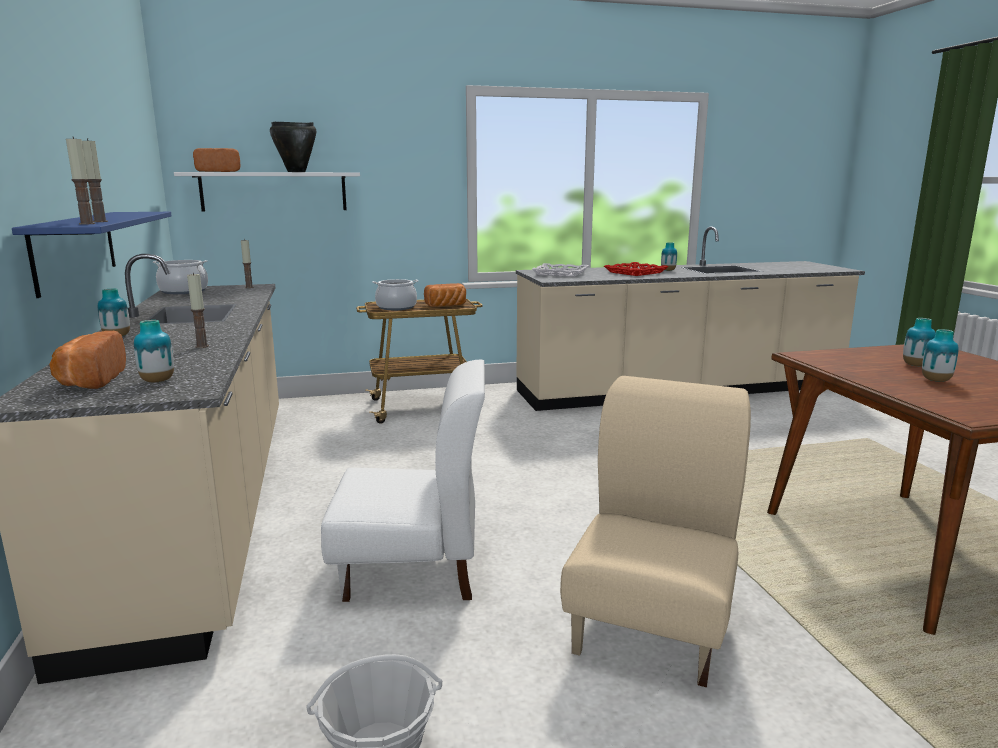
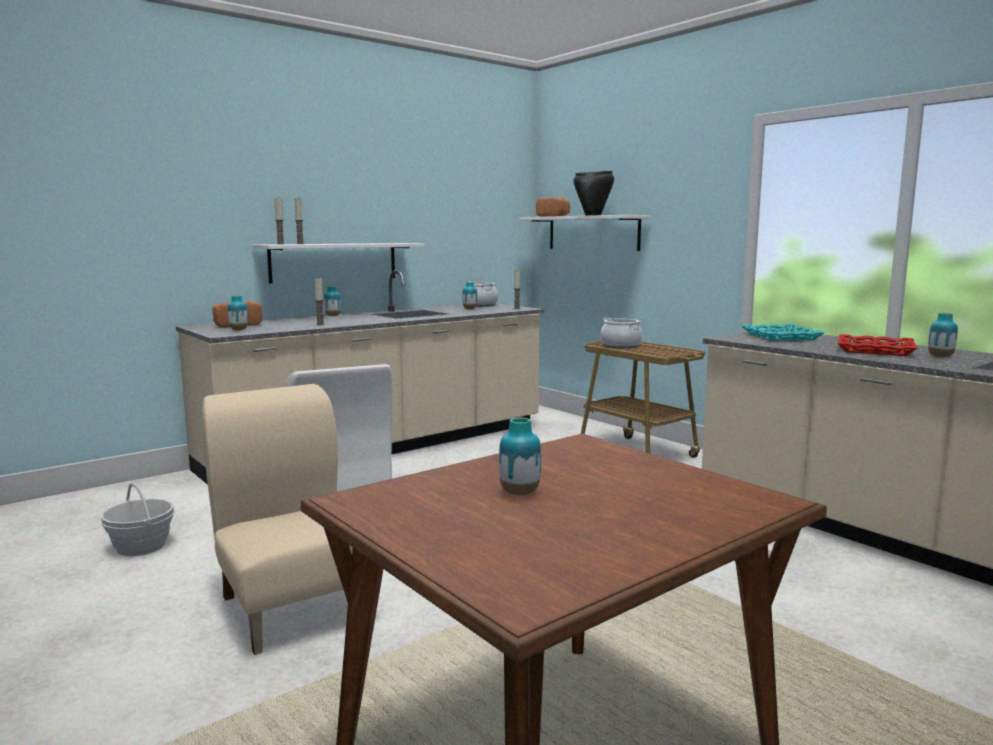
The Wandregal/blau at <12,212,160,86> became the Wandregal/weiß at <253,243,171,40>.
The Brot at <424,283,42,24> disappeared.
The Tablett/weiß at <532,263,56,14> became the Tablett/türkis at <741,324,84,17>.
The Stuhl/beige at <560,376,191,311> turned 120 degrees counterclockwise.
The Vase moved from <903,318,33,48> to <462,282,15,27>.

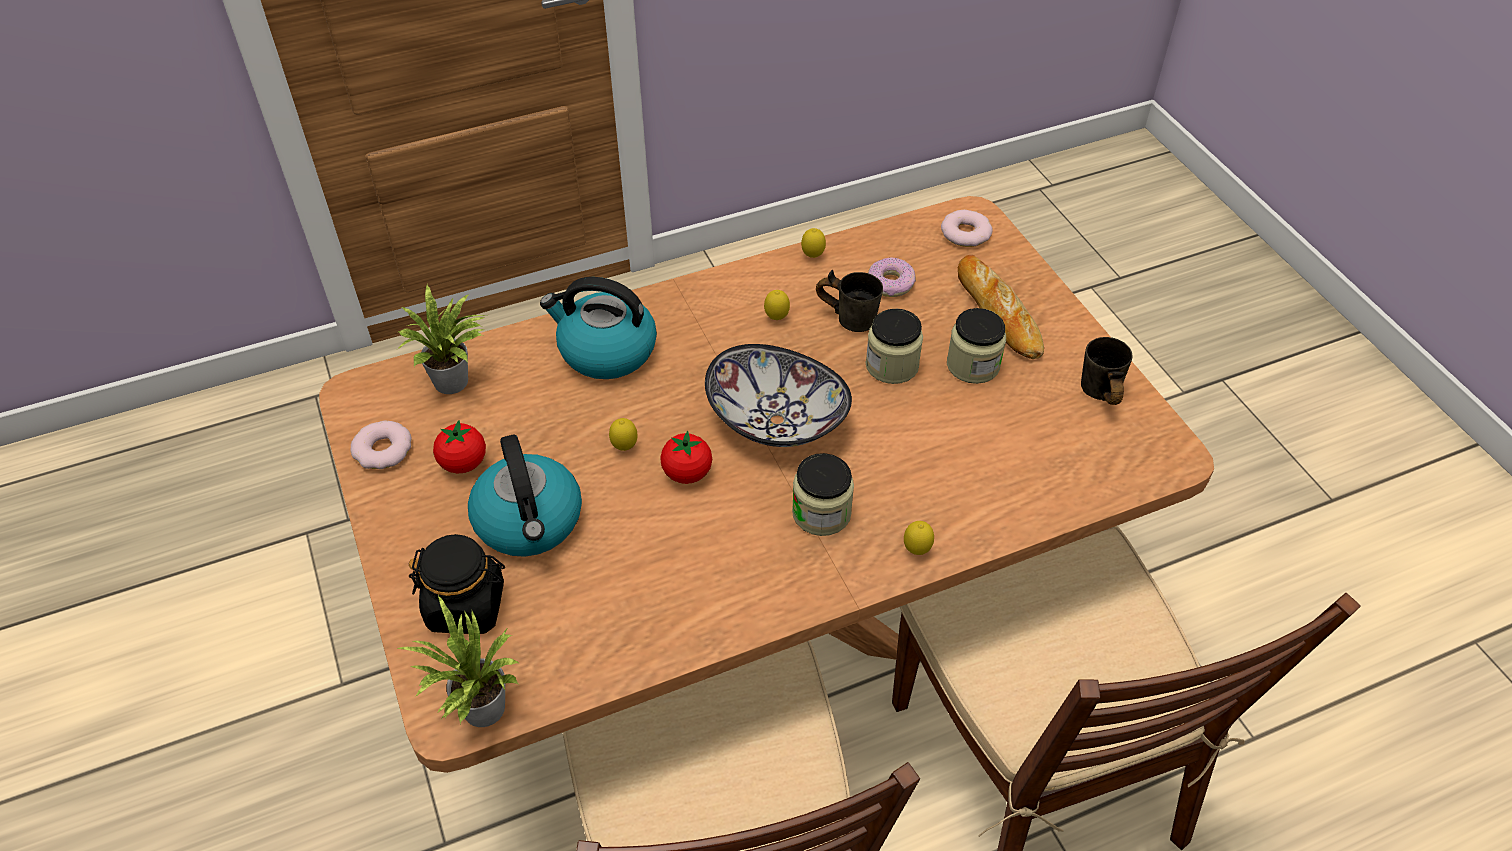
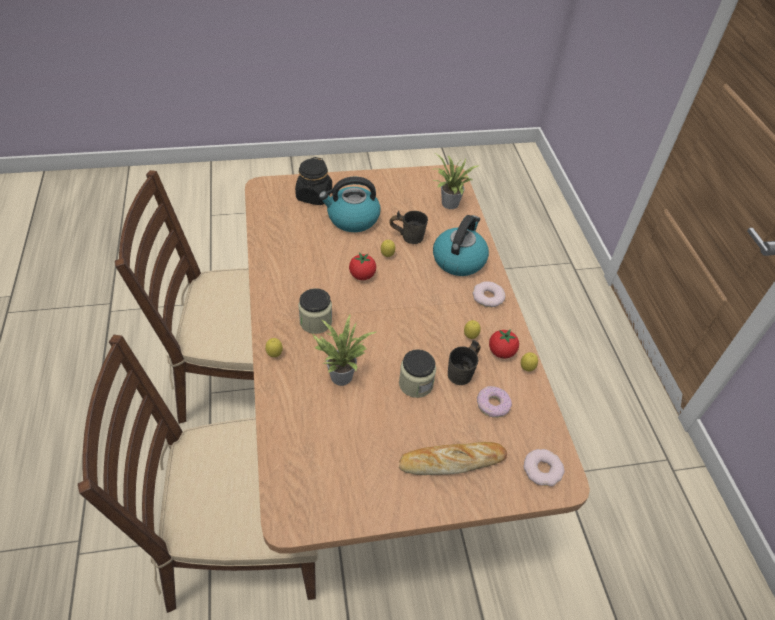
The Donut moved from <350,421,62,48> to <472,281,34,26>.
The Topfpflanze moved from <398,596,122,131> to <312,315,64,71>.
The Tomate moved from <433,420,53,54> to <489,329,30,30>.
The Schüssel at <705,344,147,103> disappeared.
The Vorratsglas at <947,308,59,76> disappeared.
The Henkelbecher/grau moved from <1081,337,51,68> to <389,211,39,33>.

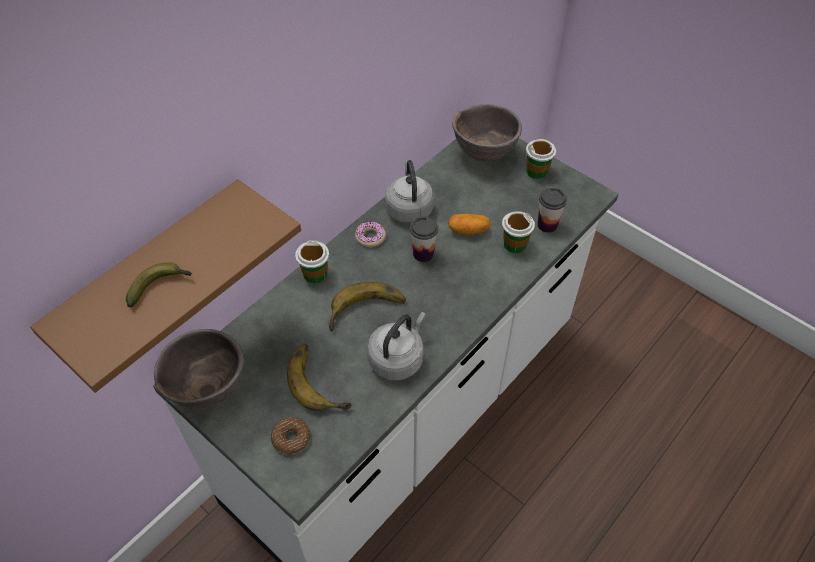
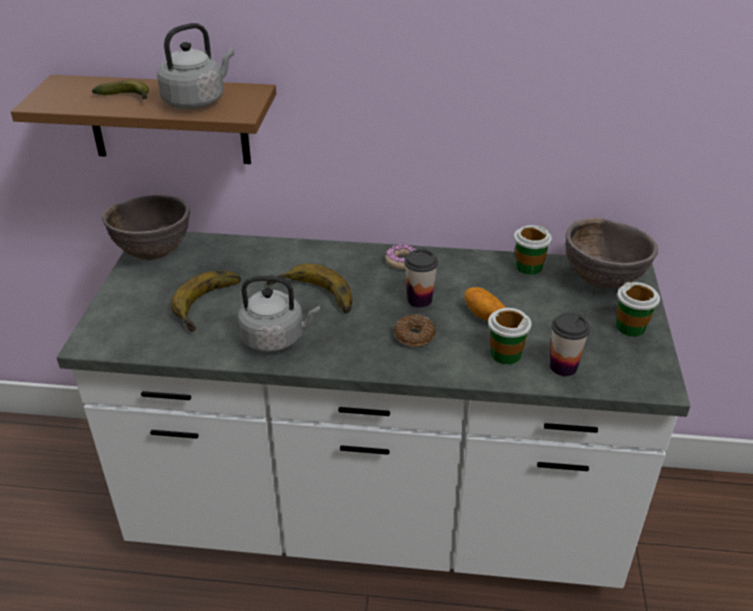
The Donut moved from <271,417,39,38> to <393,314,43,33>.
The Tasse moved from <295,240,34,44> to <514,225,38,50>.
The Wasserkessel/grau moved from <385,160,49,63> to <157,23,77,86>.

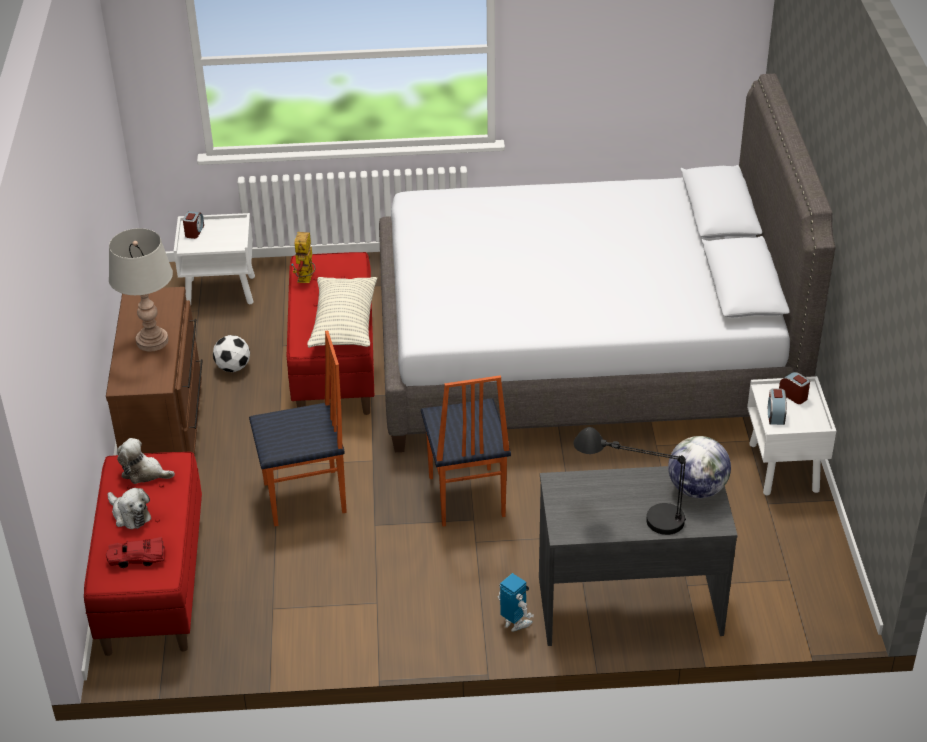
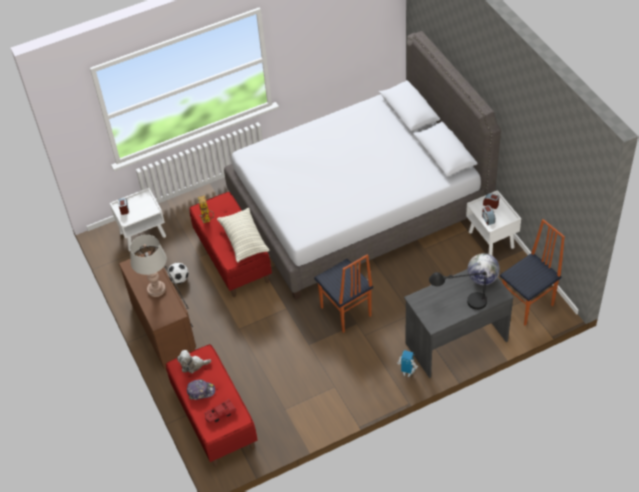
The Plüschtier at <108,488,43,41> was replaced by the Kappe at <187,379,28,21>.
The Stuhl moved from <249,330,98,196> to <500,219,65,107>.

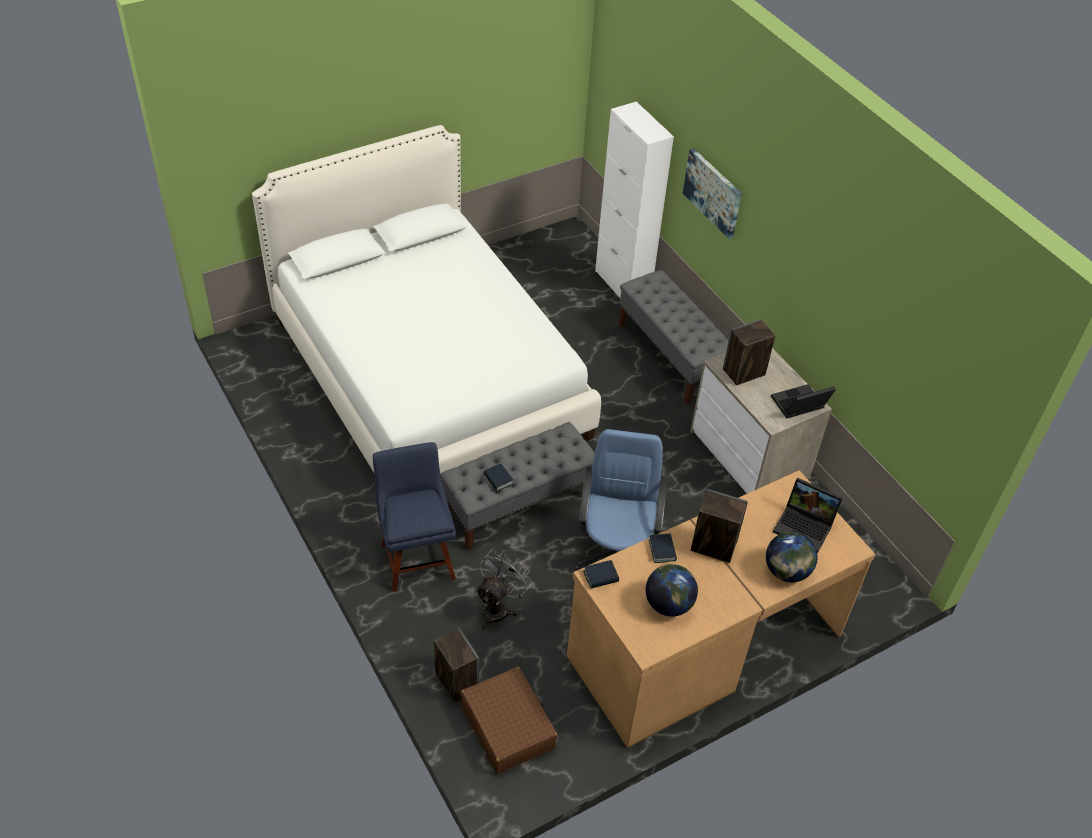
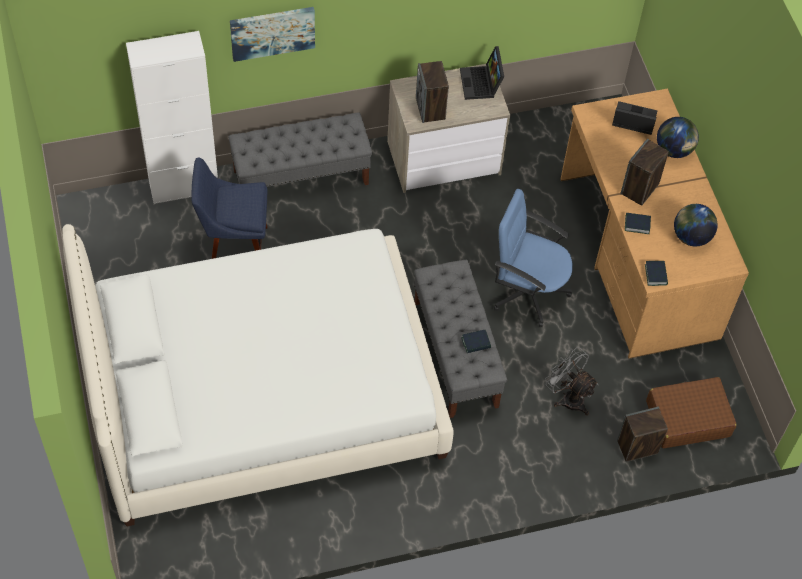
The Stuhl/blau moved from <373,442,83,150> to <191,157,76,102>.
The Laptop at <773,478,70,75> turned 120 degrees counterclockwise.

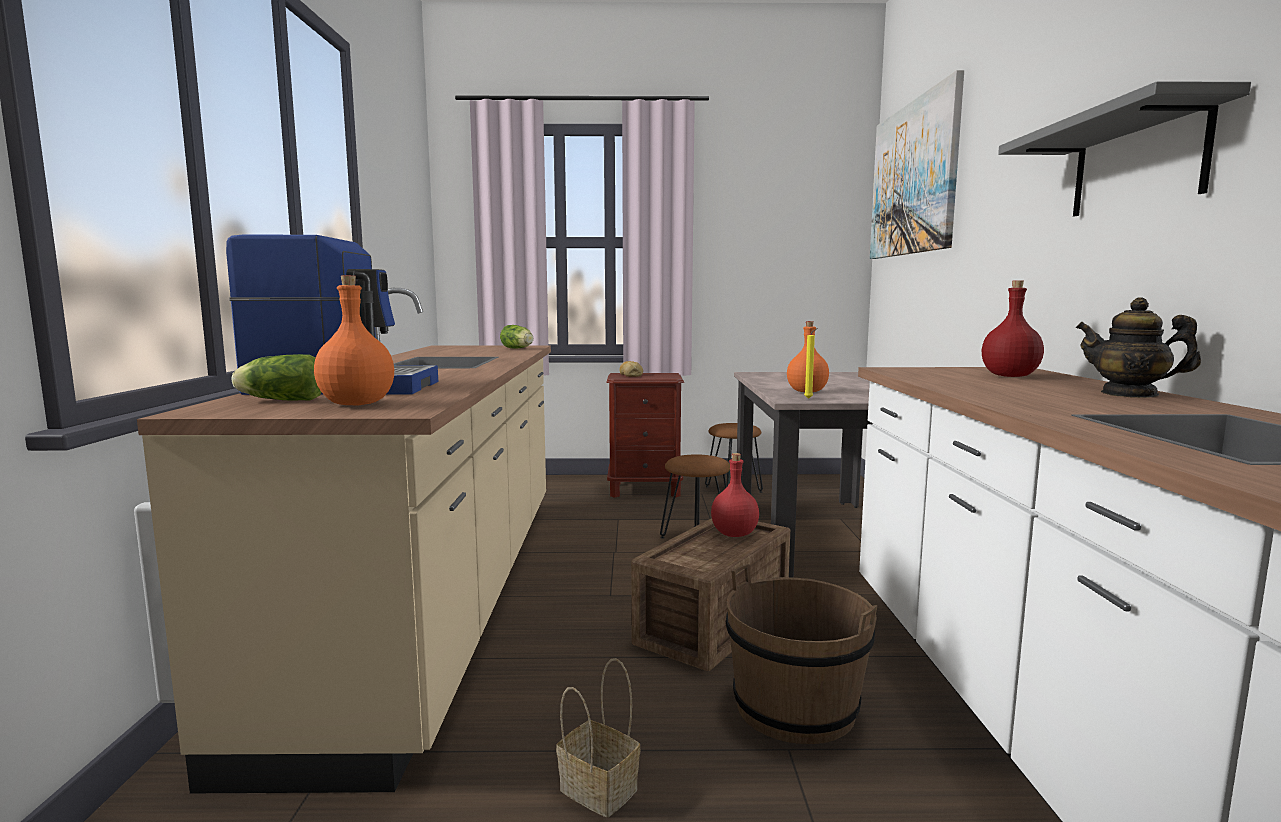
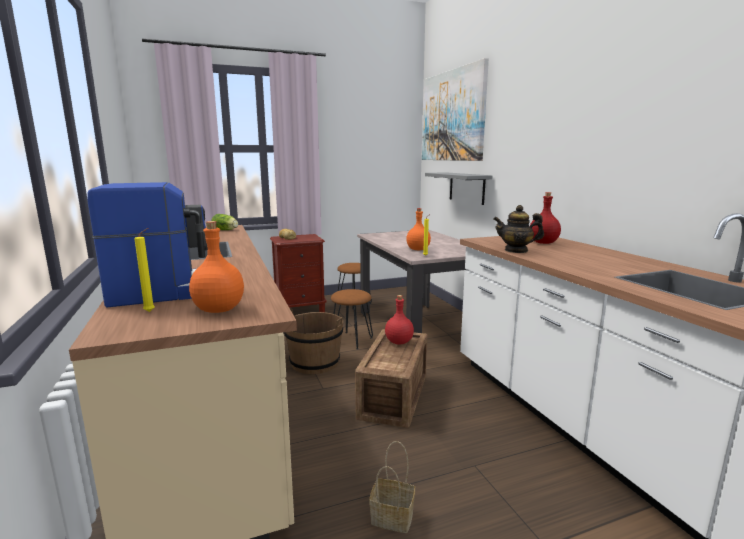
The Salatkopf at <232,354,89,47> was replaced by the Kerze/gelb at <134,228,21,84>.
The Eimer/braun moved from <726,564,152,180> to <284,309,59,65>.
The Wandregal/grau moved from <998,82,253,134> to <425,172,67,33>.
The Teekanne moved from <1076,297,125,101> to <493,205,51,48>.

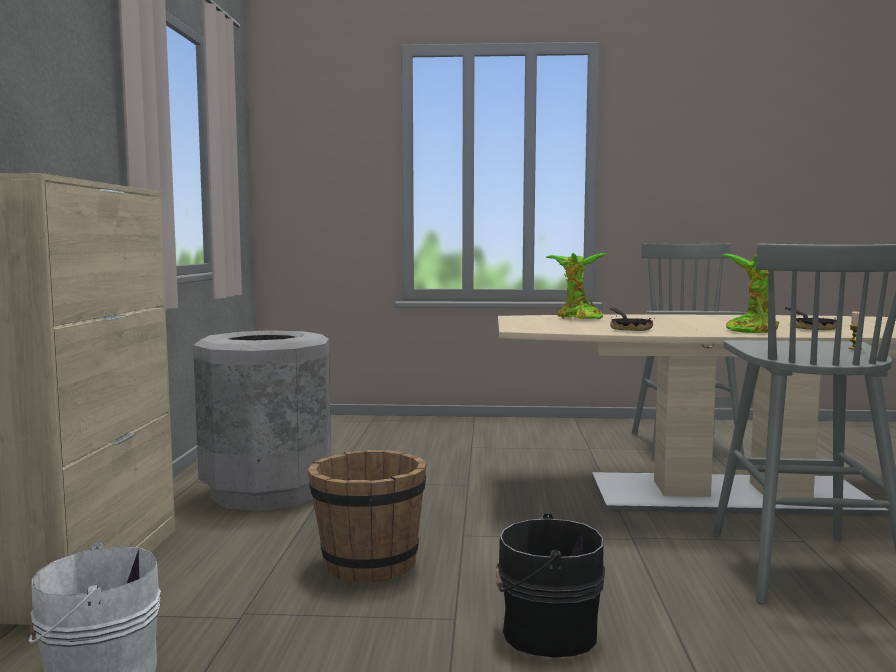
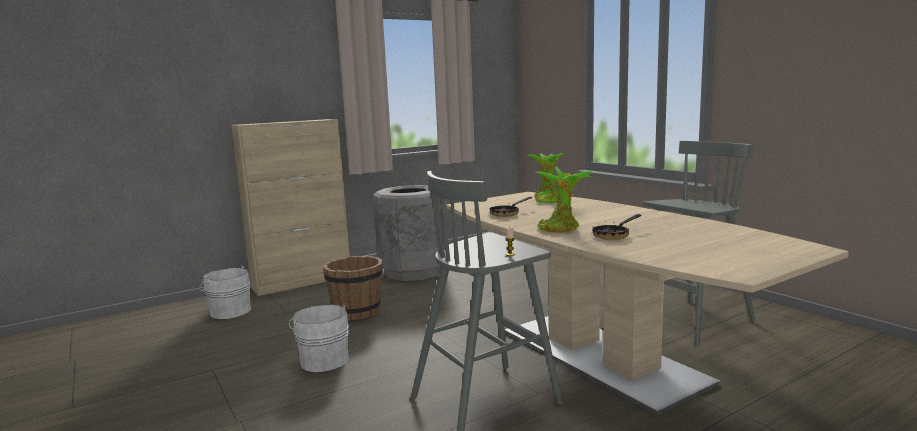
The Eimer/schwarz at <496,513,109,144> became the Eimer/weiß at <289,304,60,68>.

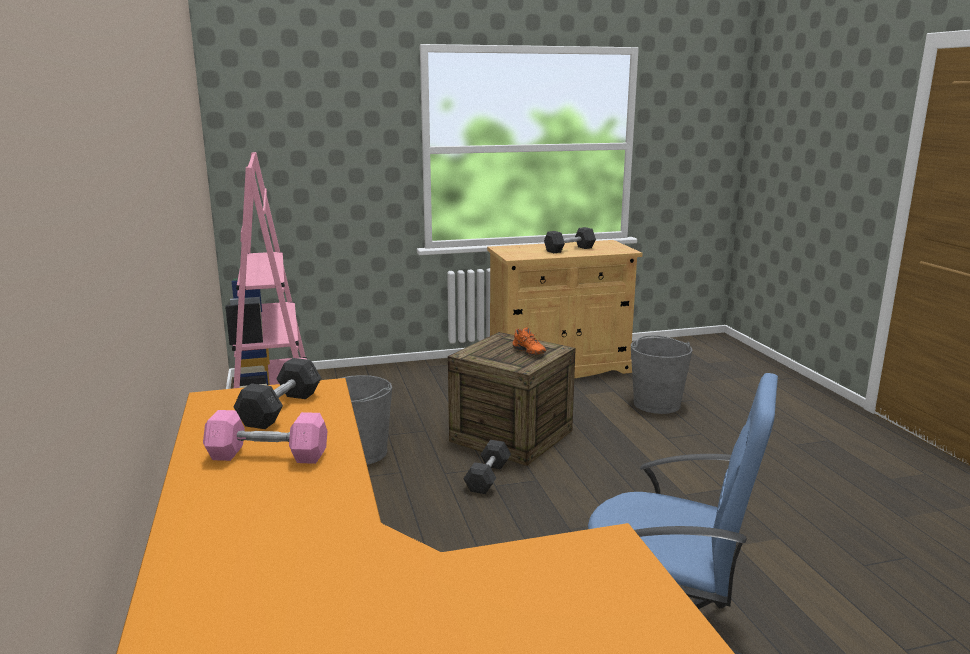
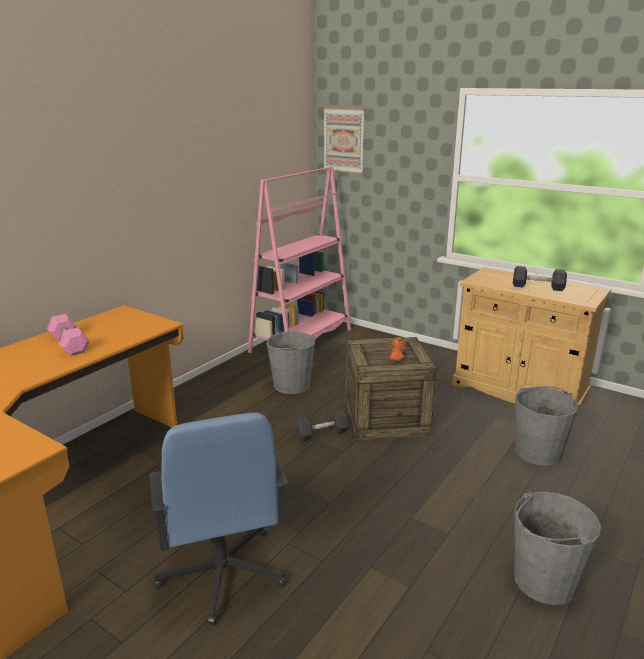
The Hantel/grau at <234,358,87,71> disappeared.
The Bild at <323,108,42,66> appeared.
The Eimer/grau at <514,491,87,114> appeared.

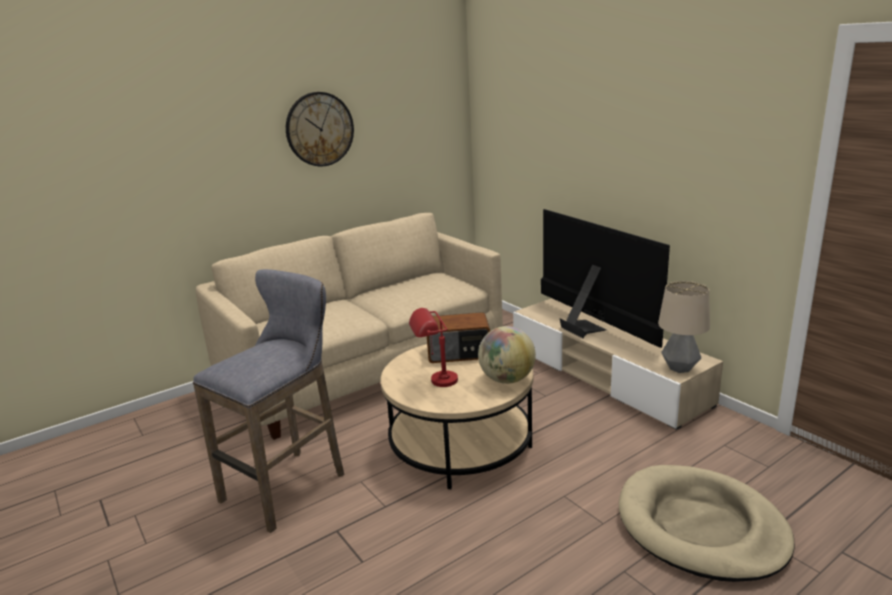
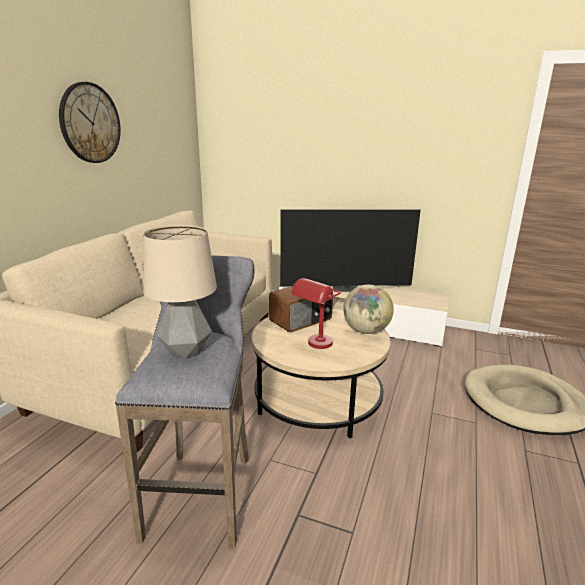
The Fernseher at <541,209,129,139> turned 150 degrees clockwise.
The Tischlampe moved from <658,281,52,92> to <143,225,74,134>.

